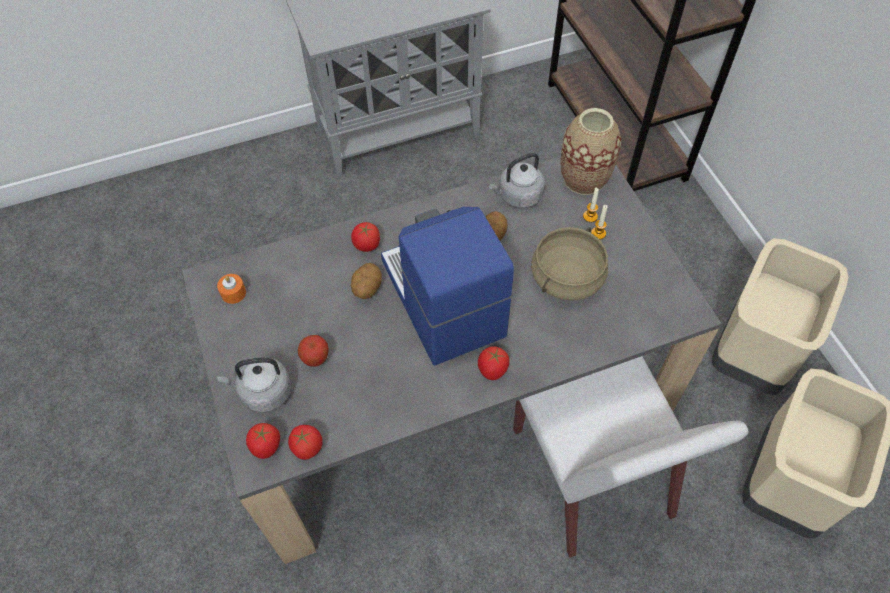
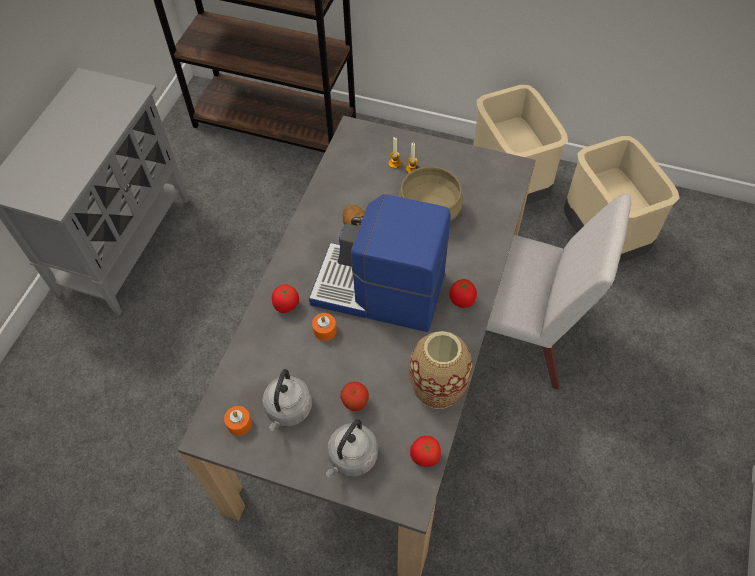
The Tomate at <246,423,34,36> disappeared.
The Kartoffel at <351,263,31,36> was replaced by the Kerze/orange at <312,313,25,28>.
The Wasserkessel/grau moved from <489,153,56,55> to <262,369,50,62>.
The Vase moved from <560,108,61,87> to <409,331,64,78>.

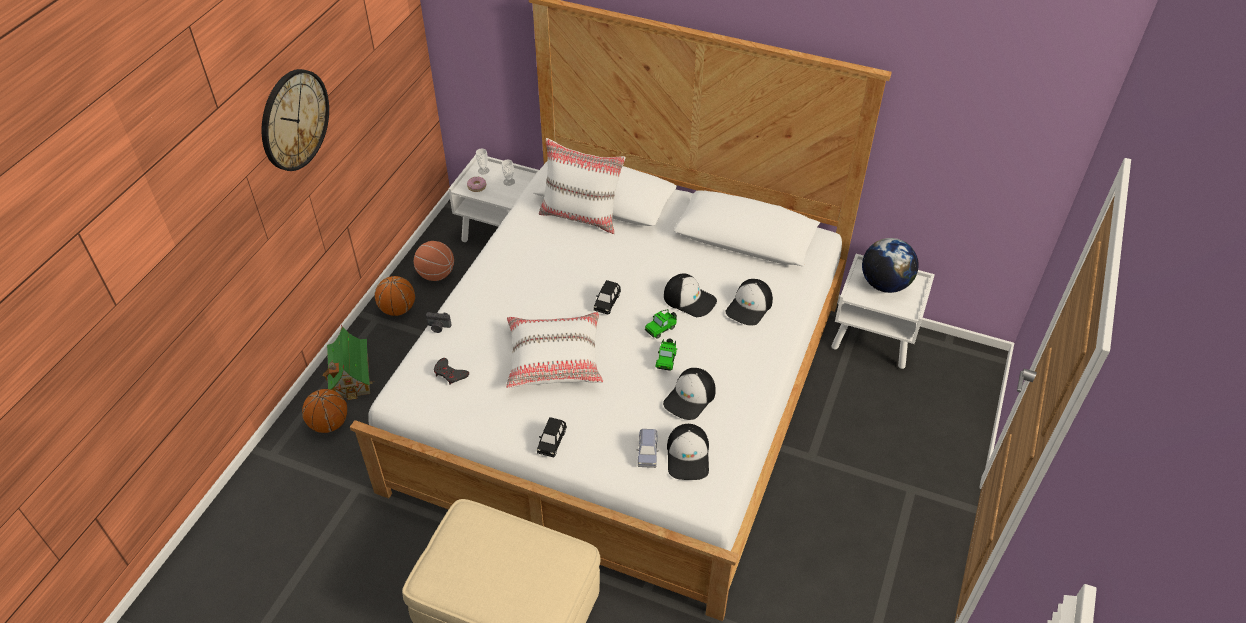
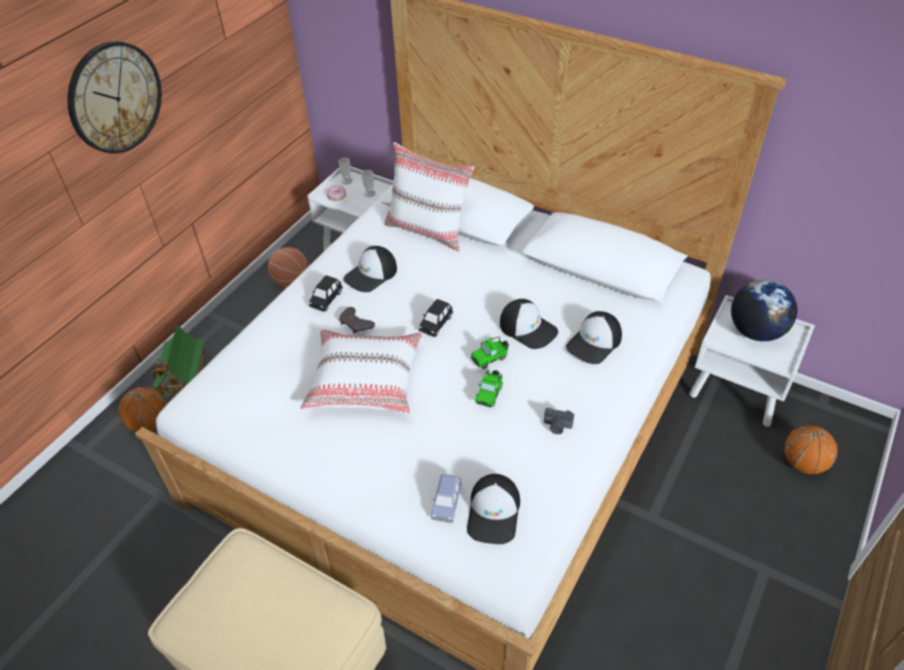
The Basketball moved from <375,276,40,40> to <784,425,53,49>.
The Kamera moved from <426,312,25,21> to <544,408,30,26>.
The Gamepad/grau moved from <434,358,35,27> to <339,307,36,27>.
The Spielzeugauto/schwarz moved from <537,417,30,41> to <309,275,34,37>.
The Kappe moved from <663,368,53,52> to <344,246,53,46>.

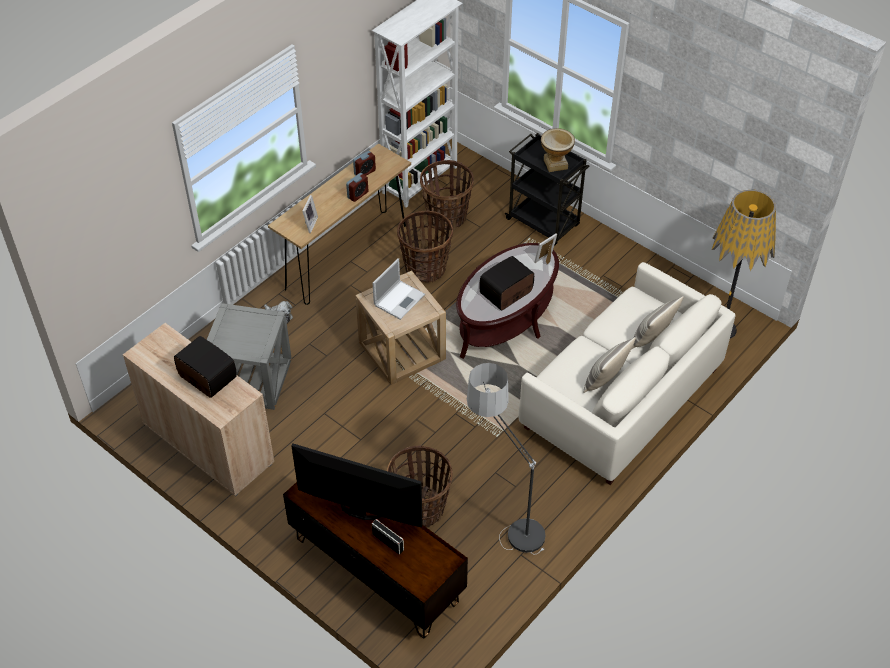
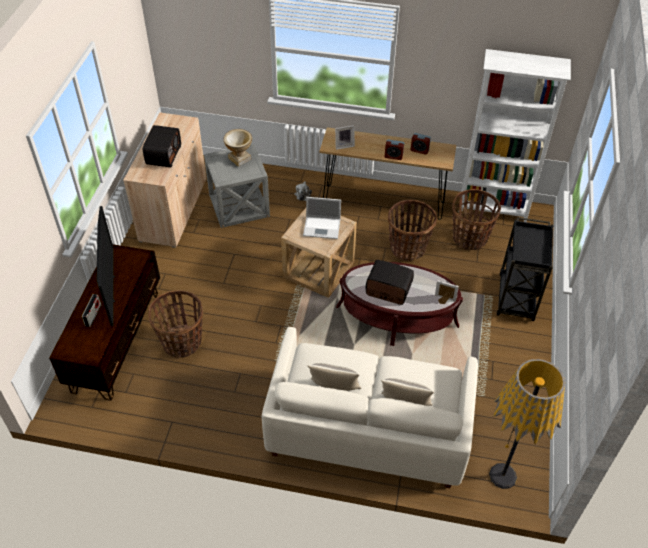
The Stehlampe at <467,363,79,192> disappeared.
The Vase moved from <541,128,34,44> to <223,129,29,38>.

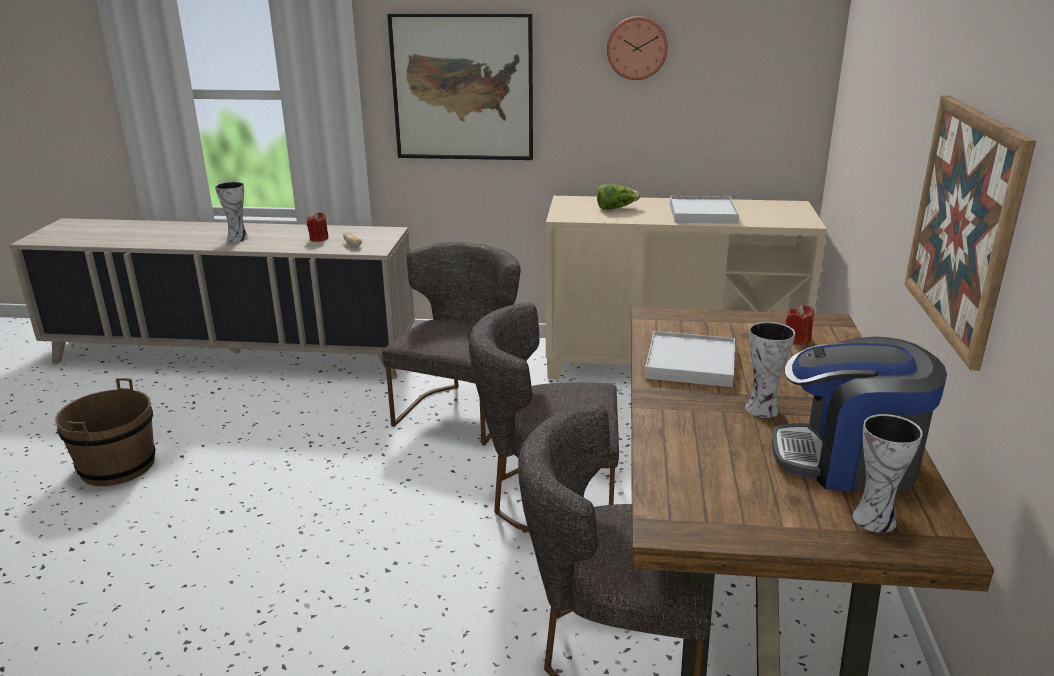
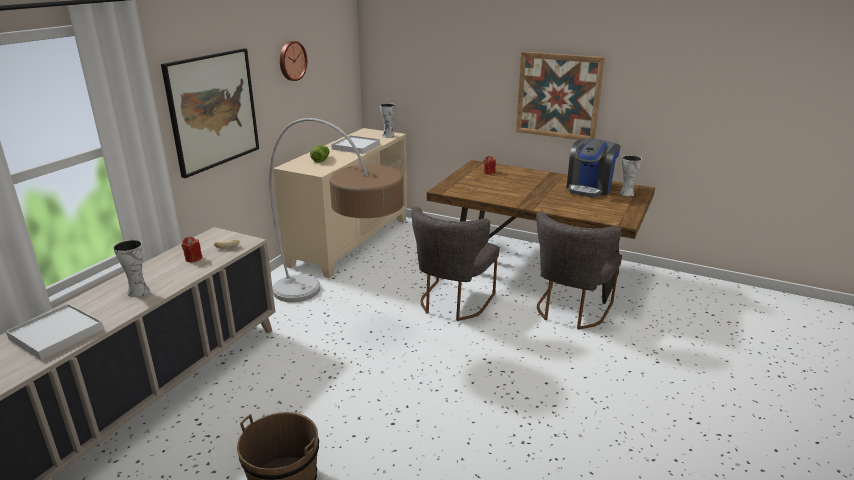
The Stuhl/grau at <382,242,139,204> was replaced by the Stehlampe at <269,118,135,184>.
The Tablett/weiß moved from <645,331,90,56> to <6,304,98,56>.
The Vase moved from <745,322,50,96> to <380,103,15,35>.

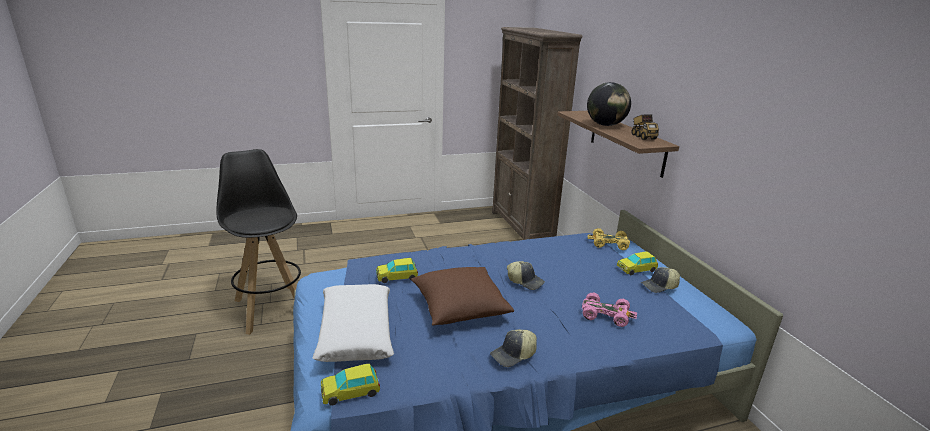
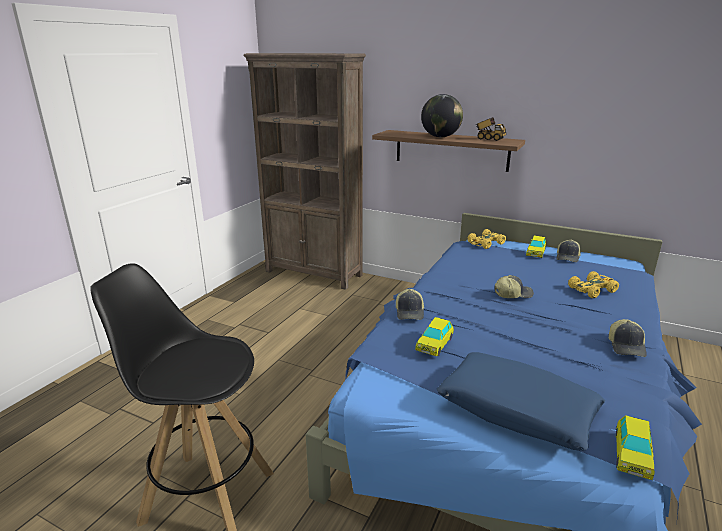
The Kissen/weiß at <312,284,82,78> became the Kissen/blau at <436,352,169,99>.
The Kissen/braun at <411,267,103,58> disappeared.
The Spielzeugauto/rosa at <582,292,55,35> became the Spielzeugauto/gelb at <568,271,51,27>.
The Kappe at <396,289,28,31> appeared.

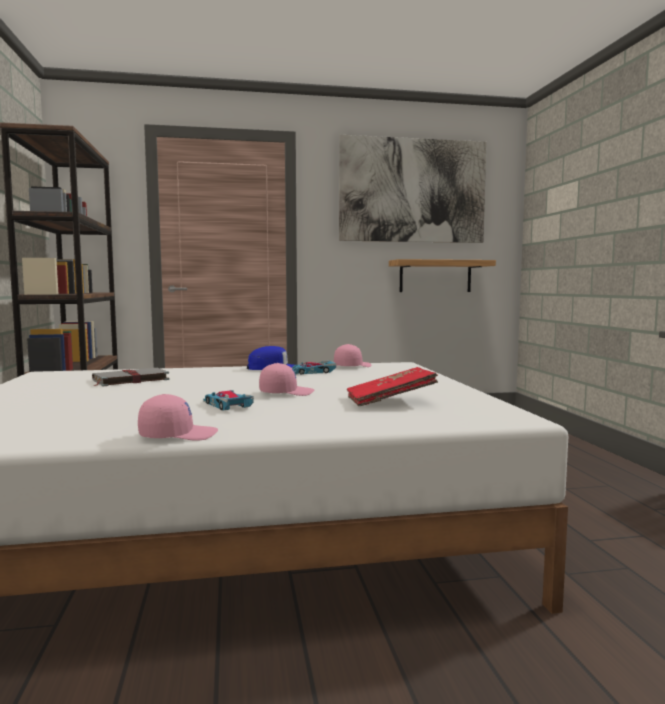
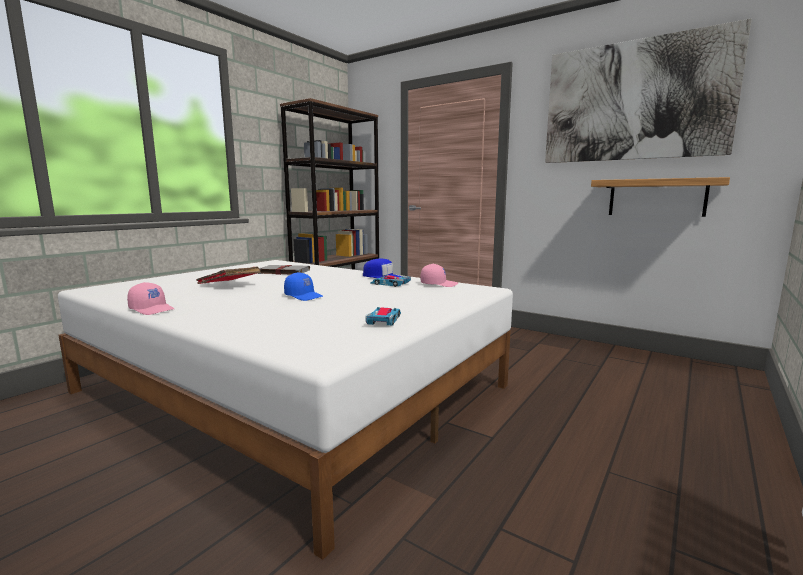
The Spielzeugauto moved from <203,390,51,20> to <365,307,36,19>.
The Kappe/rosa at <259,363,55,33> became the Kappe/blau at <284,272,39,29>.
The Buch/rot moved from <347,367,91,39> to <196,267,64,17>.

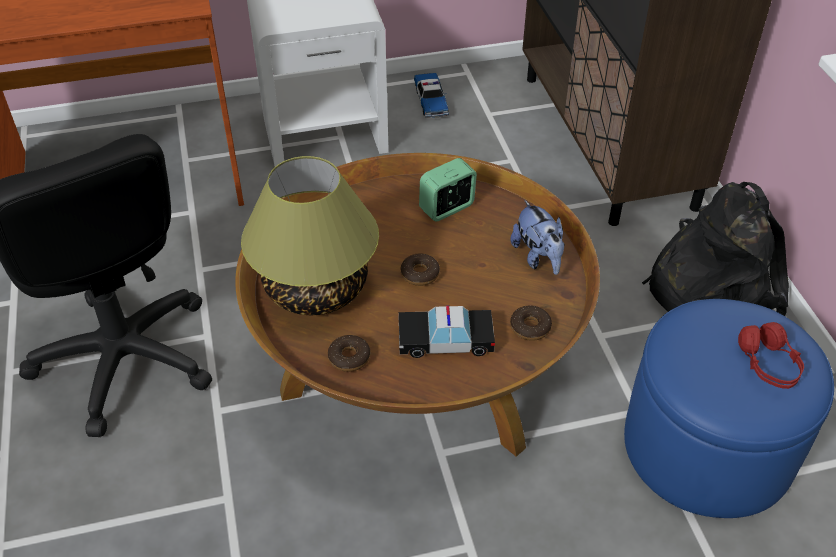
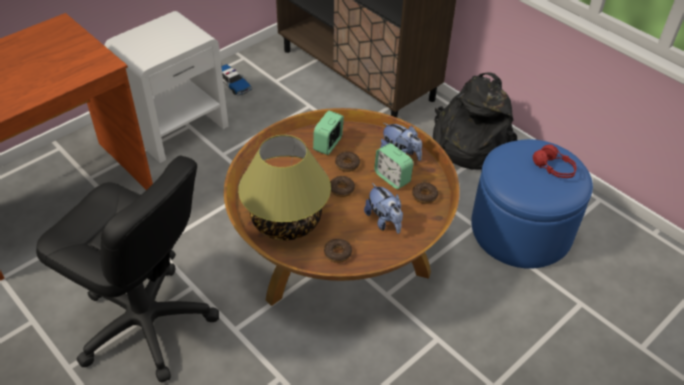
The Spielzeugauto at <398,306,97,52> was replaced by the Plüschtier at <364,183,39,51>.
The Donut at <335,152,25,20> appeared.
The Wecker at <374,143,39,46> appeared.

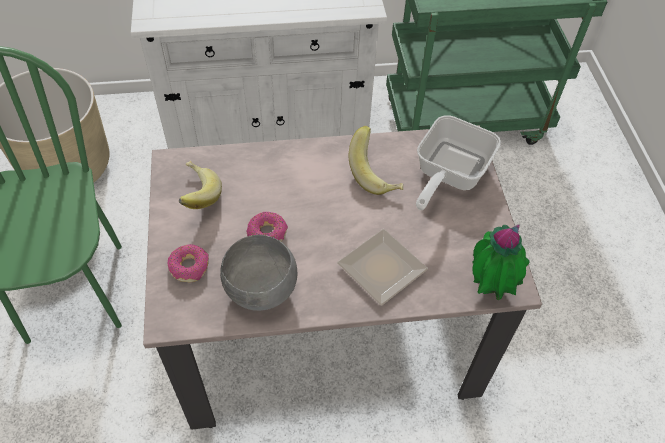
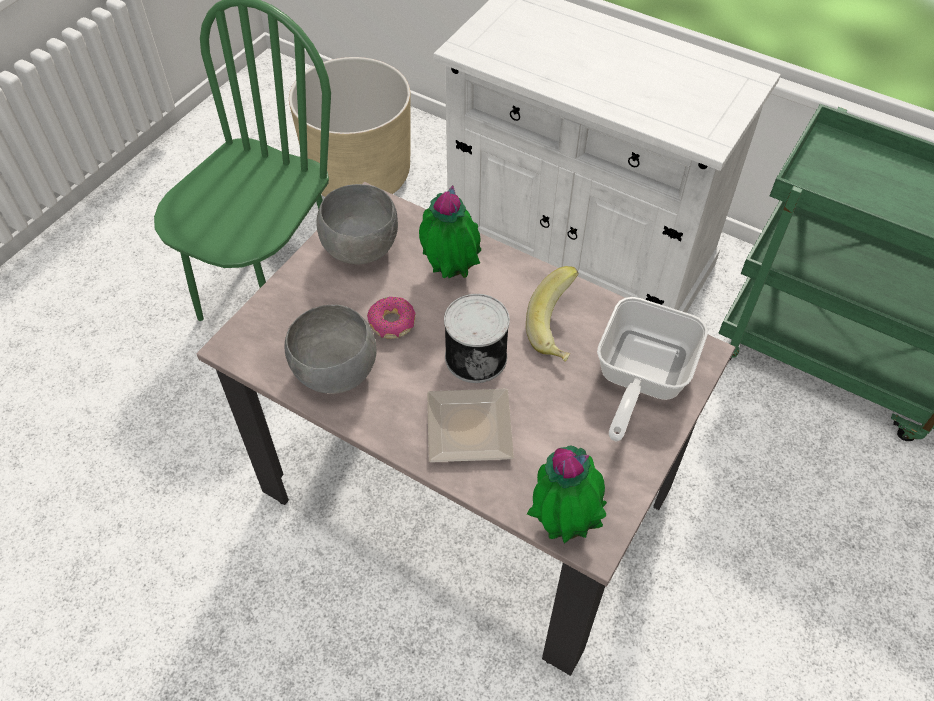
The Donut at <167,244,42,38> disappeared.
The Banane at <179,161,43,48> was replaced by the Schüssel/grau at <316,184,82,81>.
The Pfanne at <416,115,85,95> turned 45 degrees counterclockwise.
The Topfpflanze at <419,185,62,93> appeared.
The Dose at <444,294,66,89> appeared.

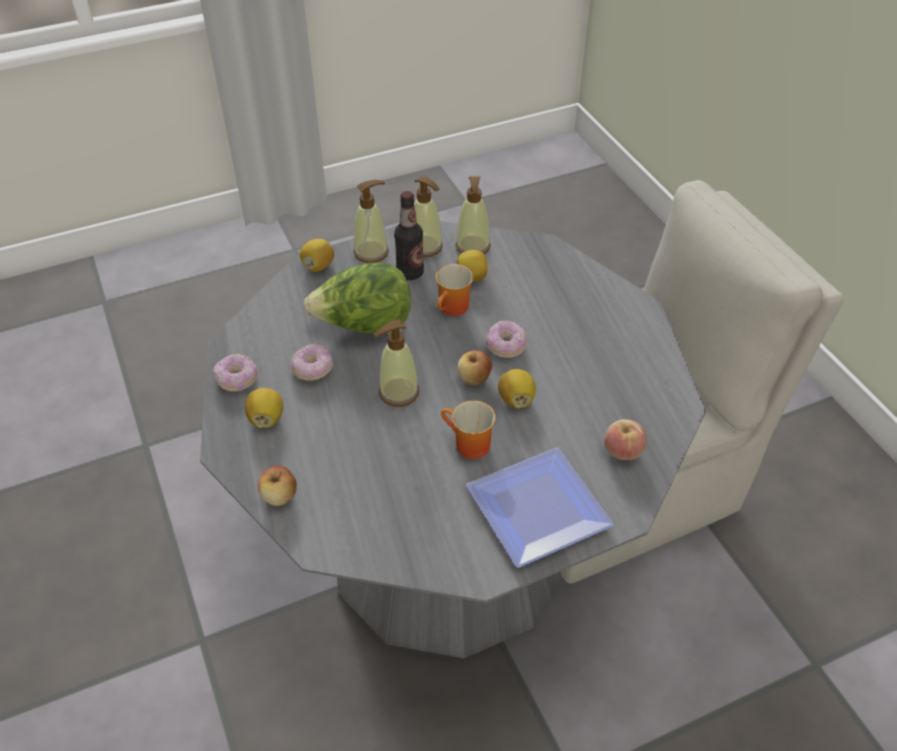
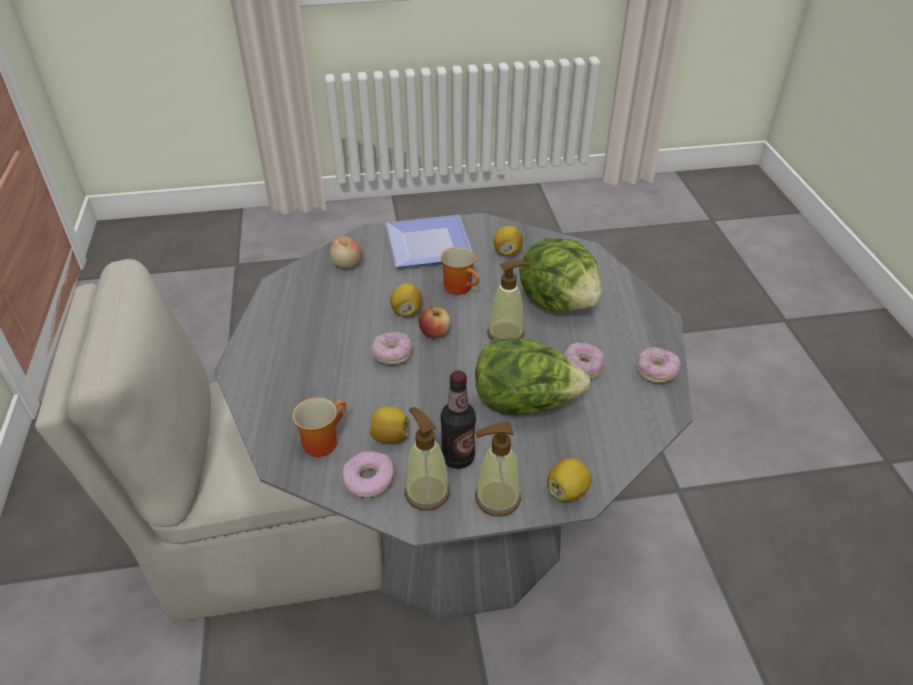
The Zitrone moved from <245,388,38,40> to <493,226,30,30>.
The Apfel at <258,466,39,40> disappeared.
The Henkelbecher moved from <435,264,39,52> to <292,397,54,60>.
The Seifenspender at <456,176,35,78> was replaced by the Donut at <342,451,53,47>.
The Salatkopf at <519,238,83,74> appeared.

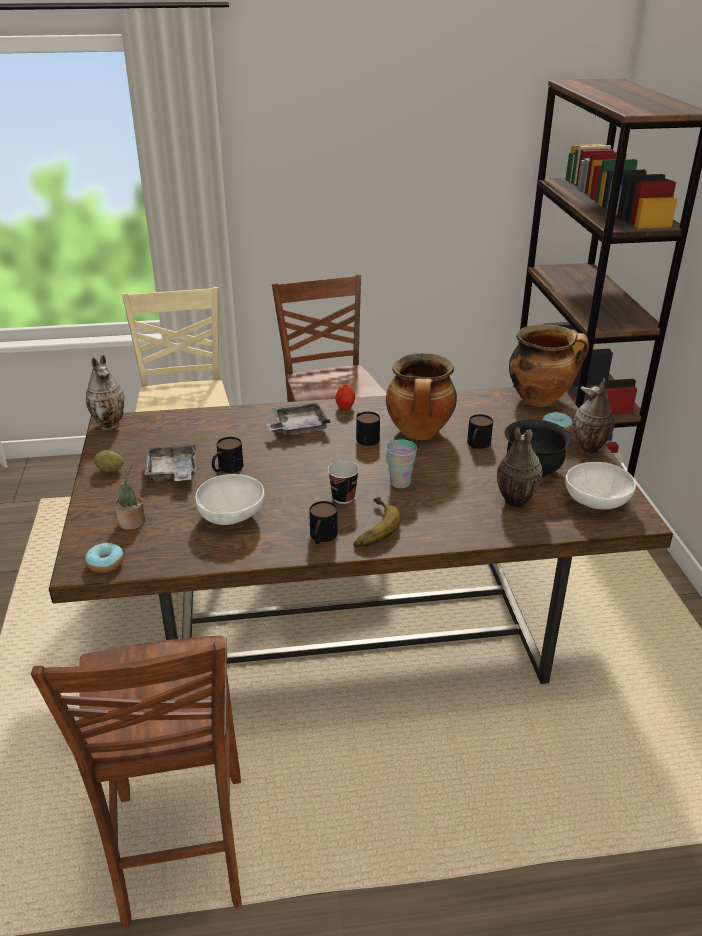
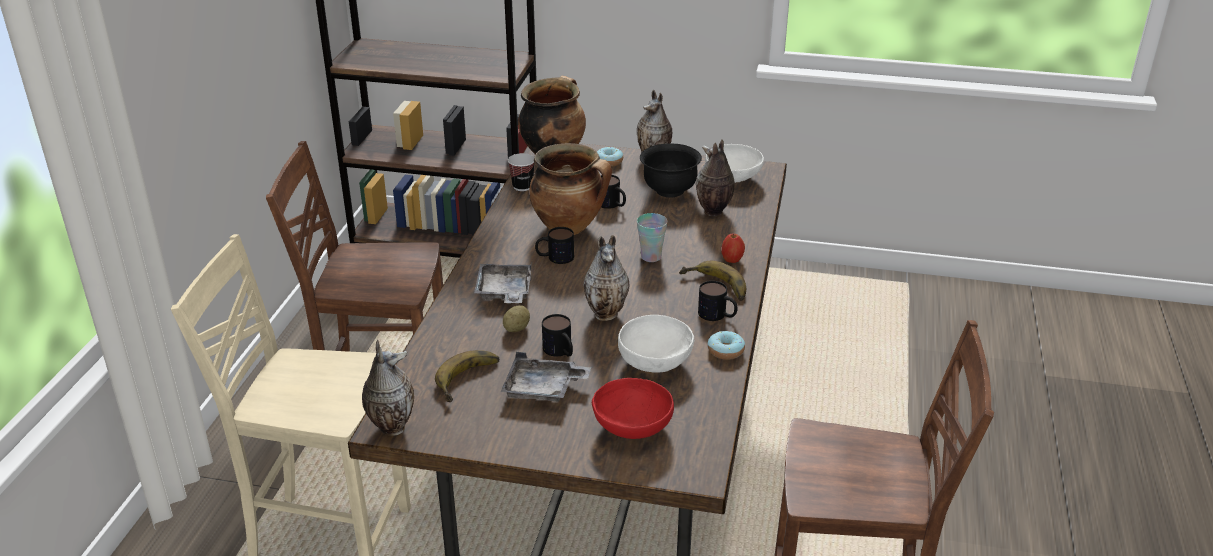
The Donut moved from <85,543,39,30> to <708,331,37,29>.
The Kartoffel moved from <94,450,30,22> to <503,305,27,27>.
The Topfpflanze at <115,465,30,65> was replaced by the Schüssel/rot at <592,378,82,61>.
The Tasse moved from <328,461,31,43> to <508,153,26,38>.
The Apfel moved from <335,384,20,26> to <721,234,24,29>.
The Banane at <435,350,65,52> appeared.
The Vase at <584,235,45,86> appeared.

